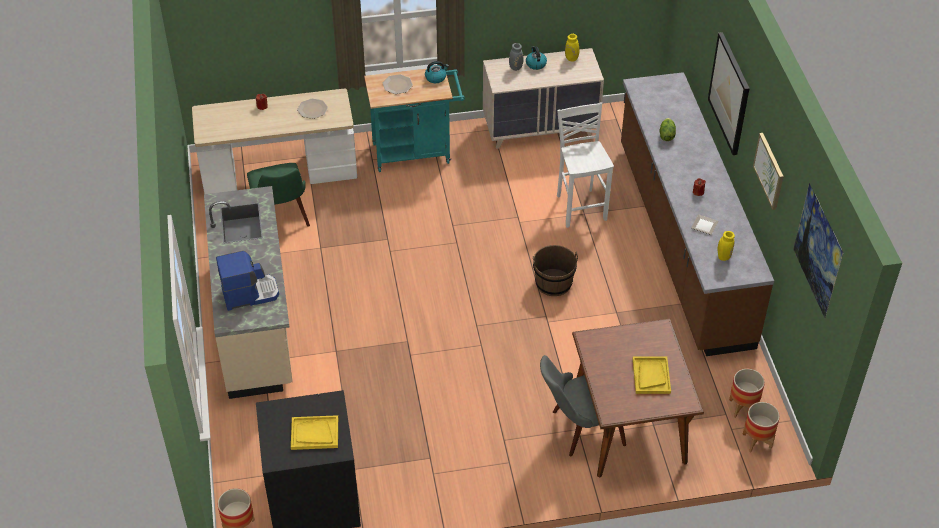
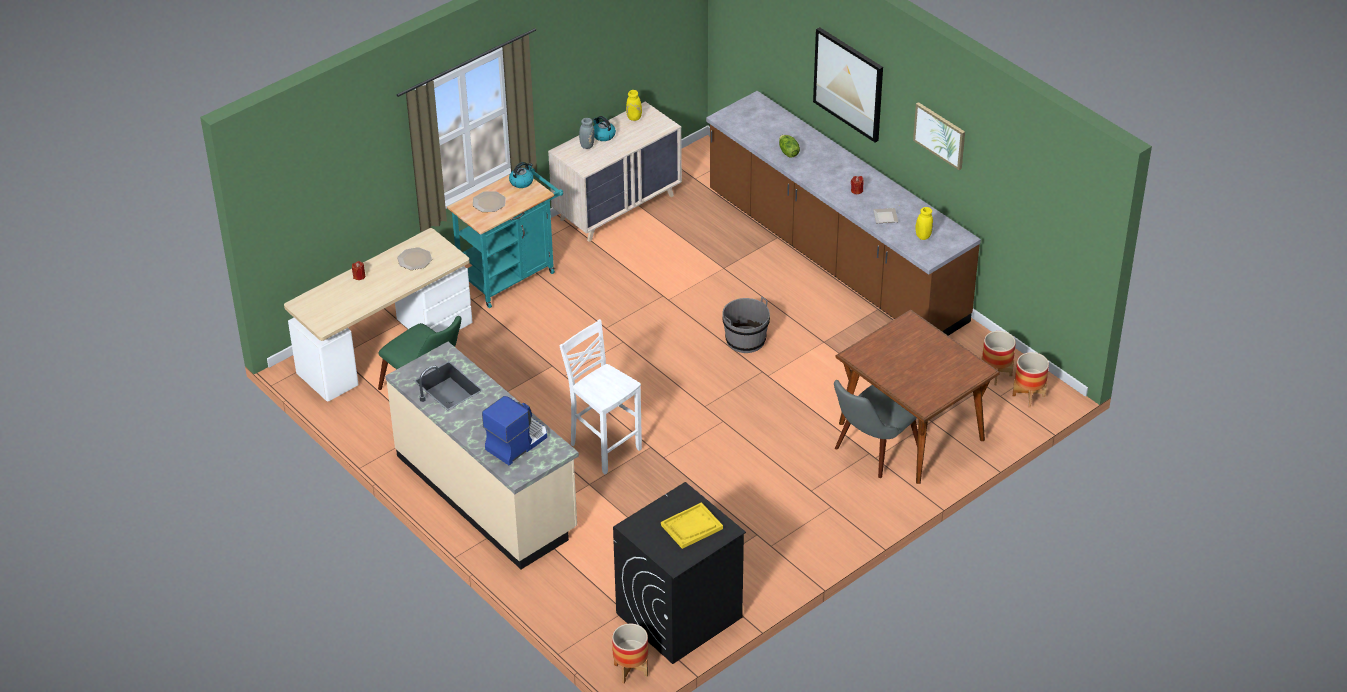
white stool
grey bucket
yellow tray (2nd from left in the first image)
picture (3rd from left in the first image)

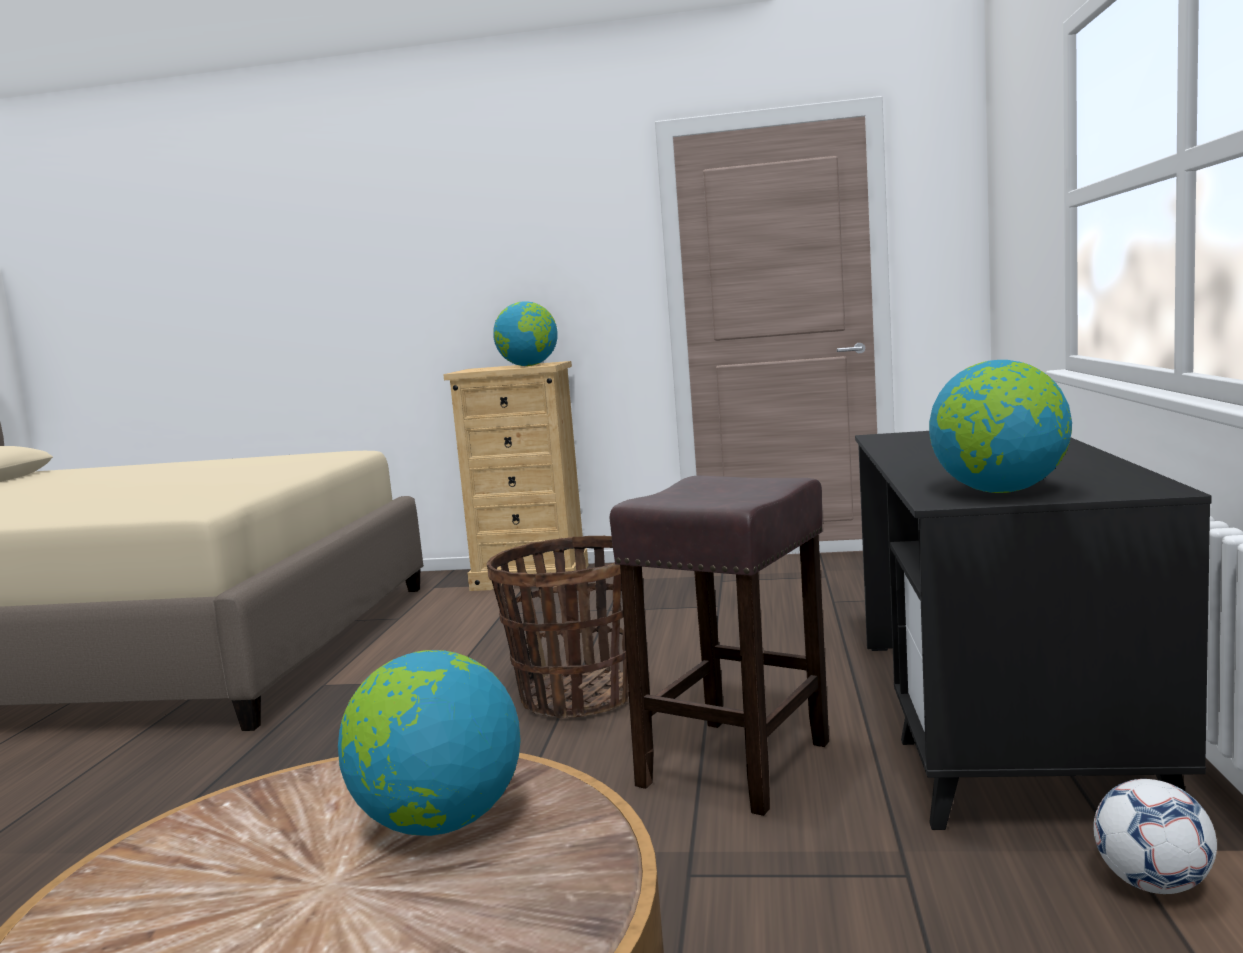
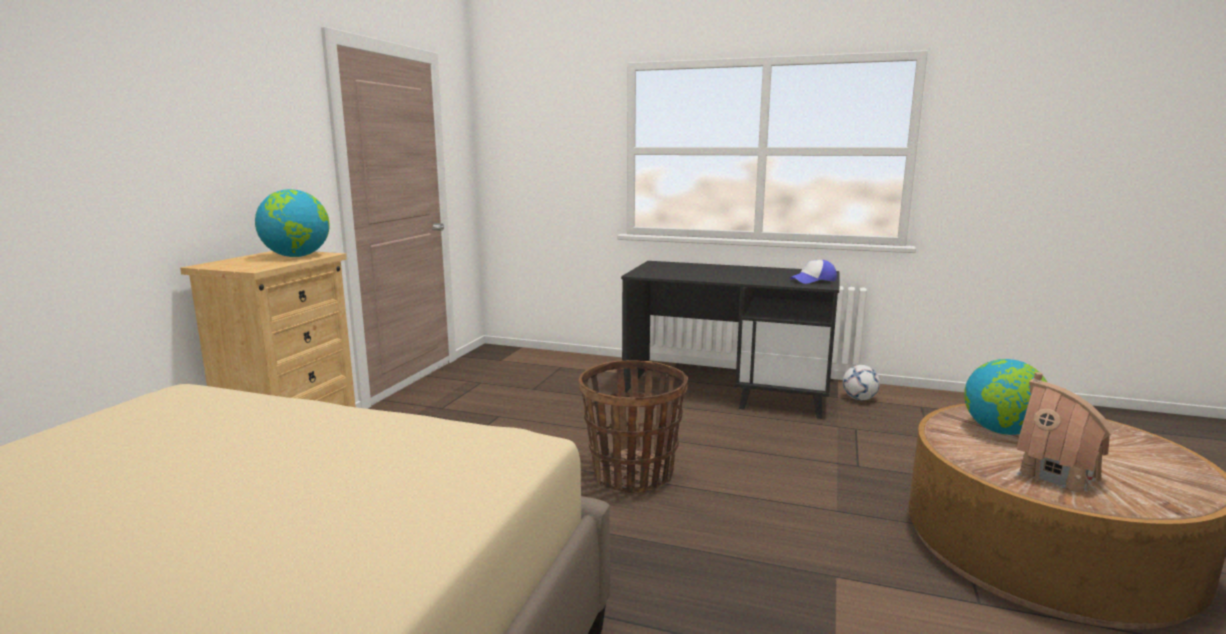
cap
toy house
brown stool

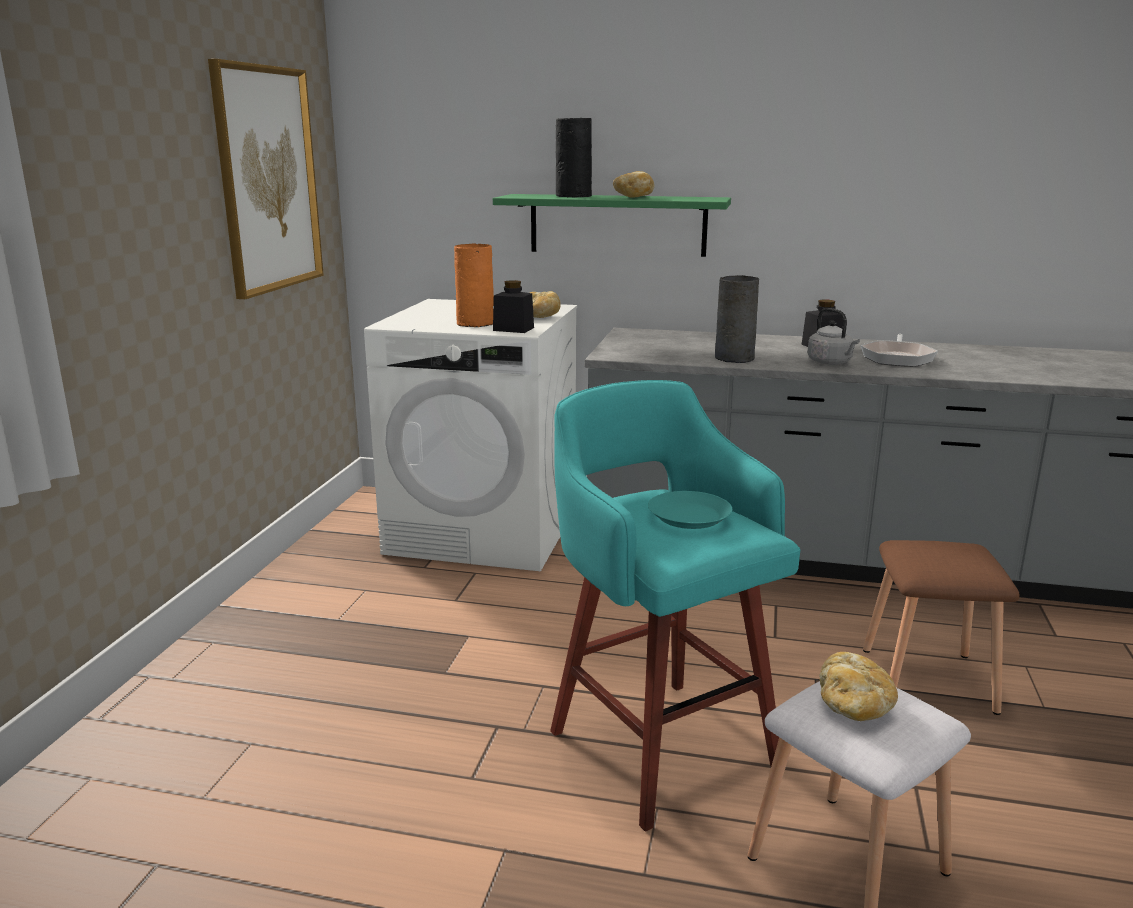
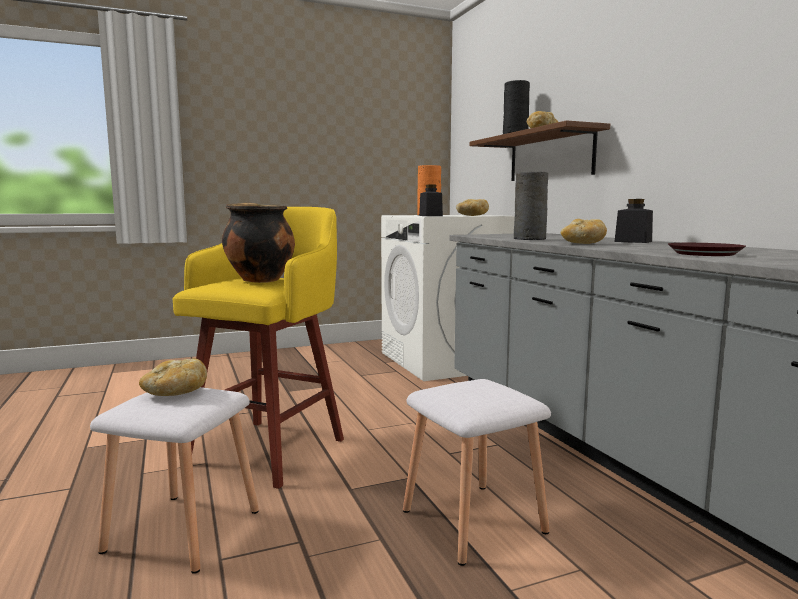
yellow stool
cooking pot
white stool (2nd from left)
brown shelf
bread (4th from left)
brown plate
picture
frying pan

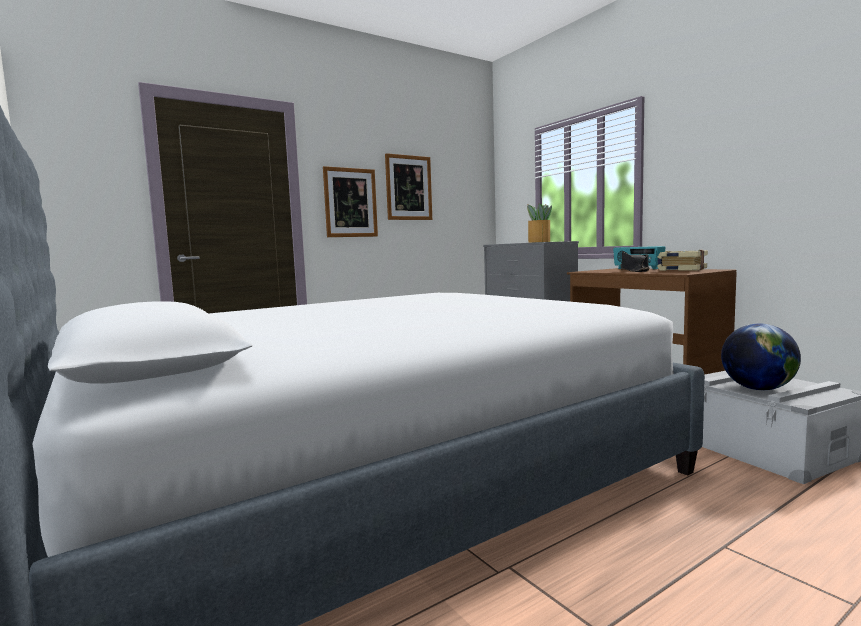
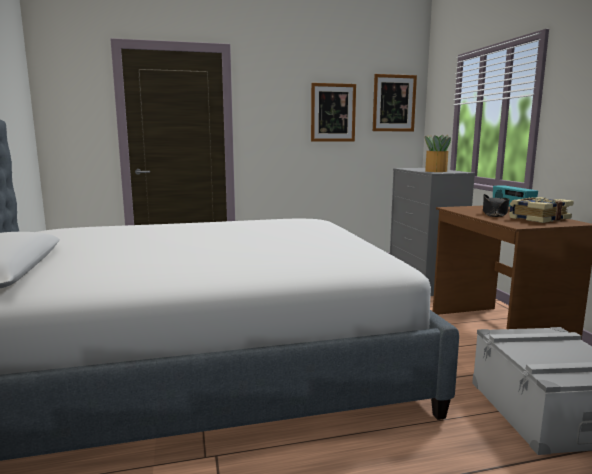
picture (2nd from left)
globe

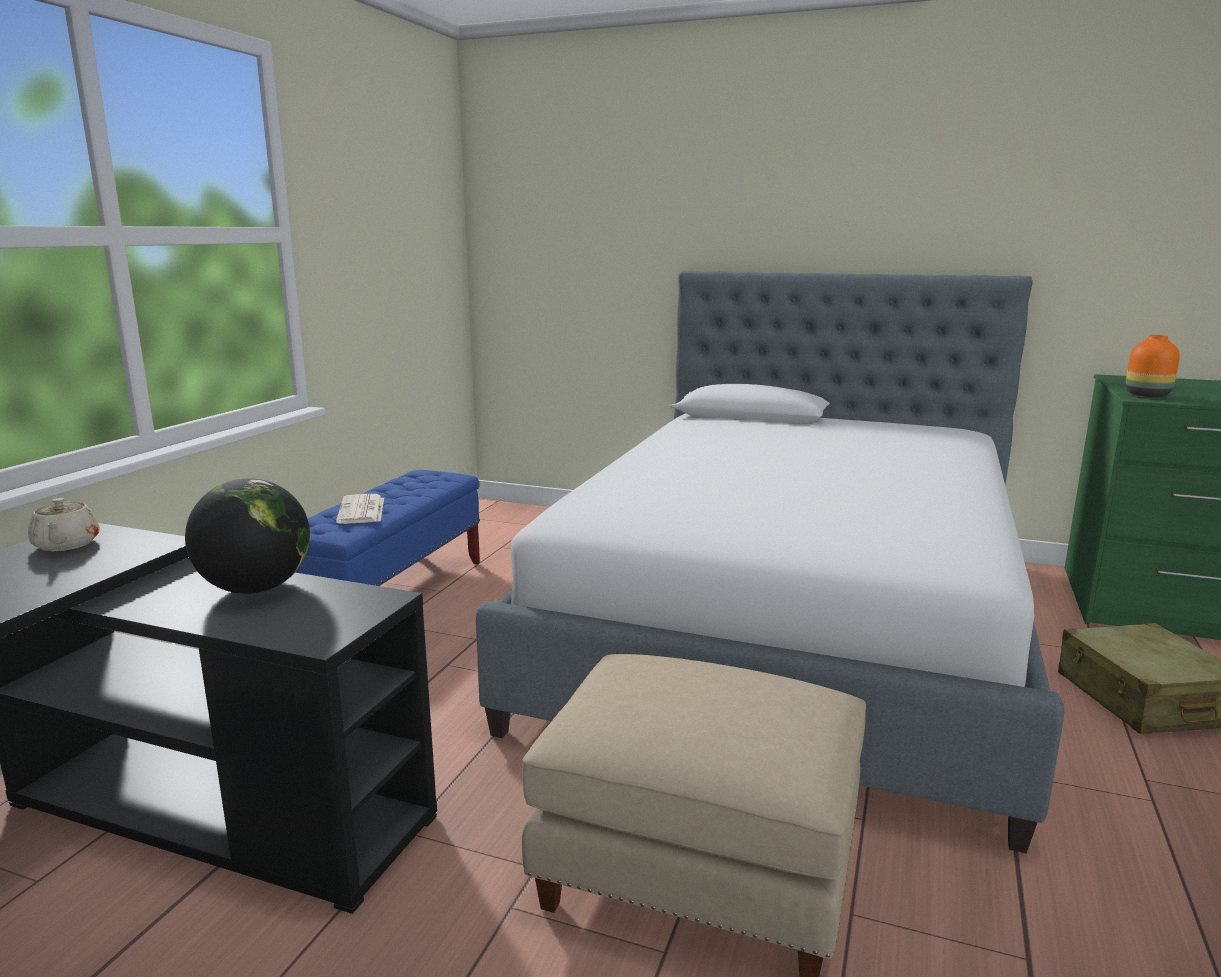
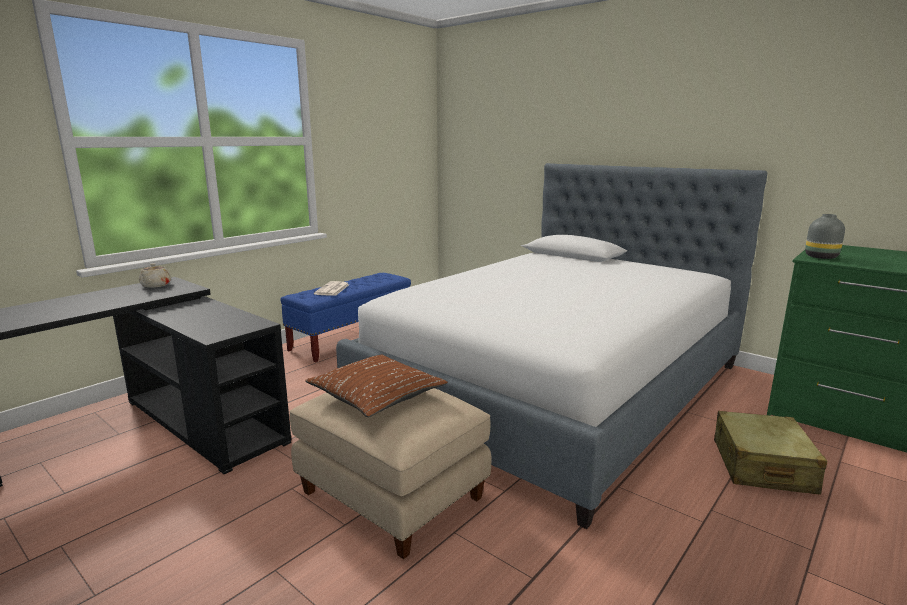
brown pillow
grey vase
globe

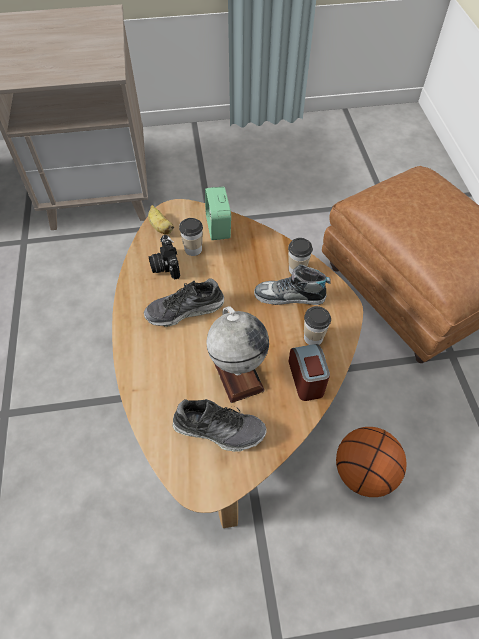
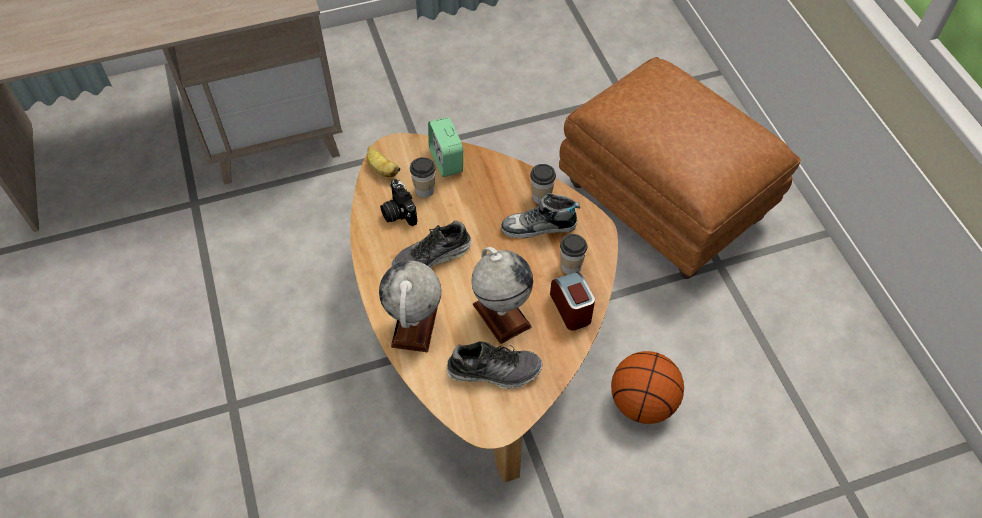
globe (1st from left)

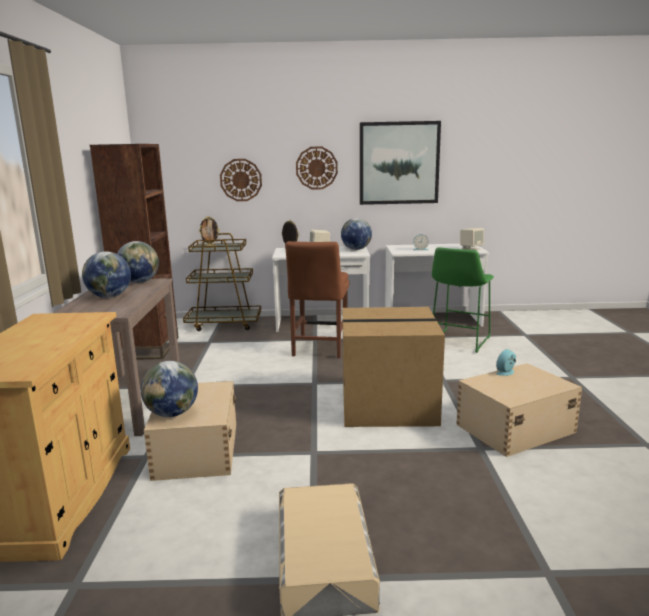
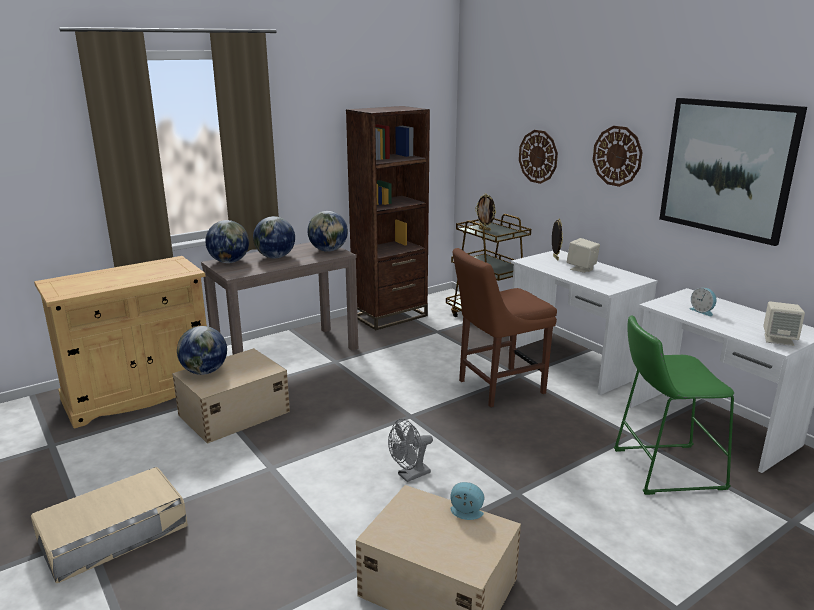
globe (2nd from left)
grey fan

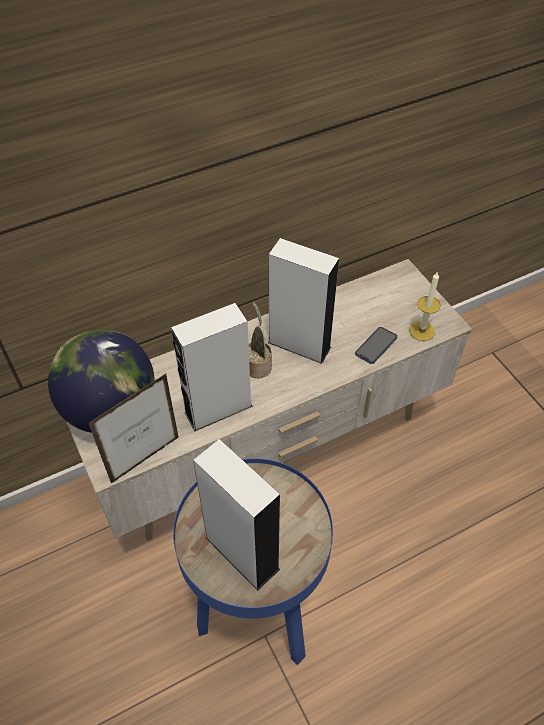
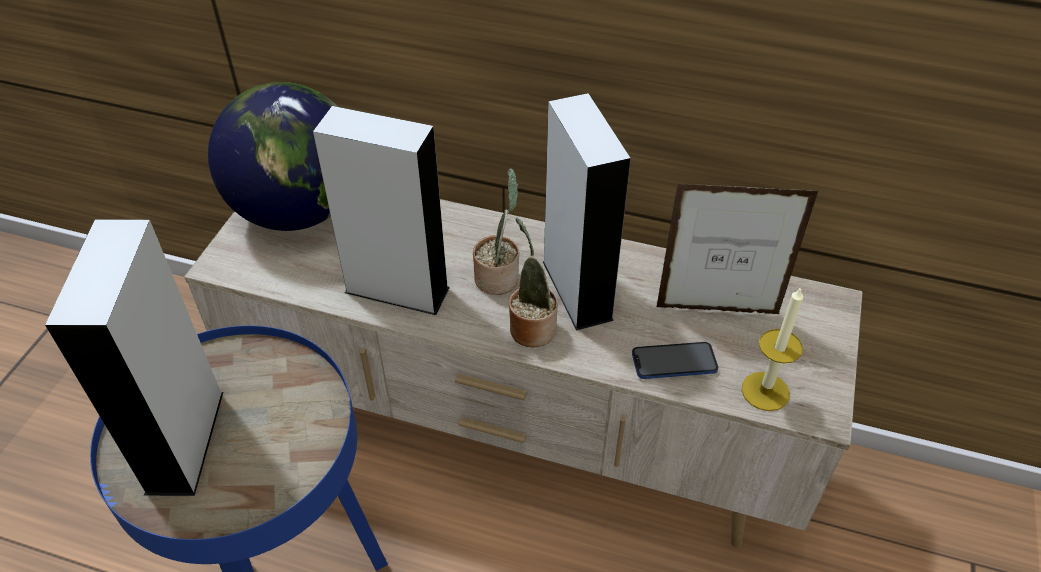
potted plant (2nd from left)
picture frame

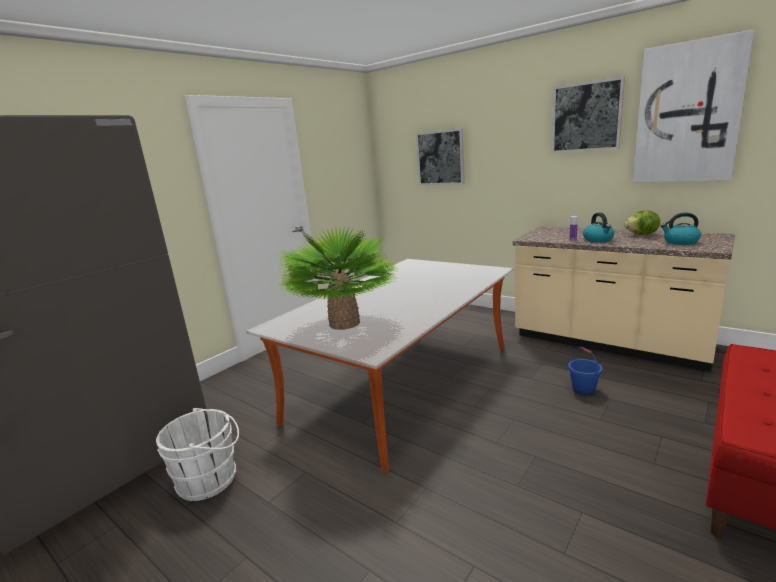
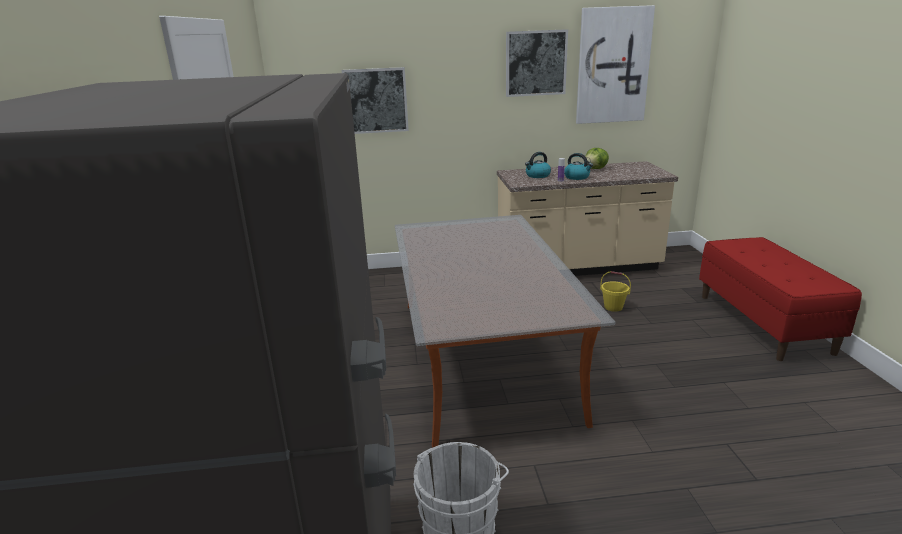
kettle (1st from left)
yellow bucket
potted plant

